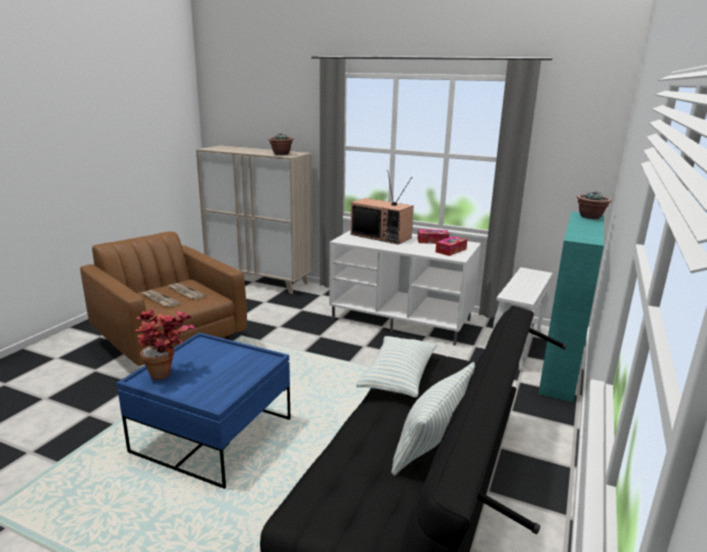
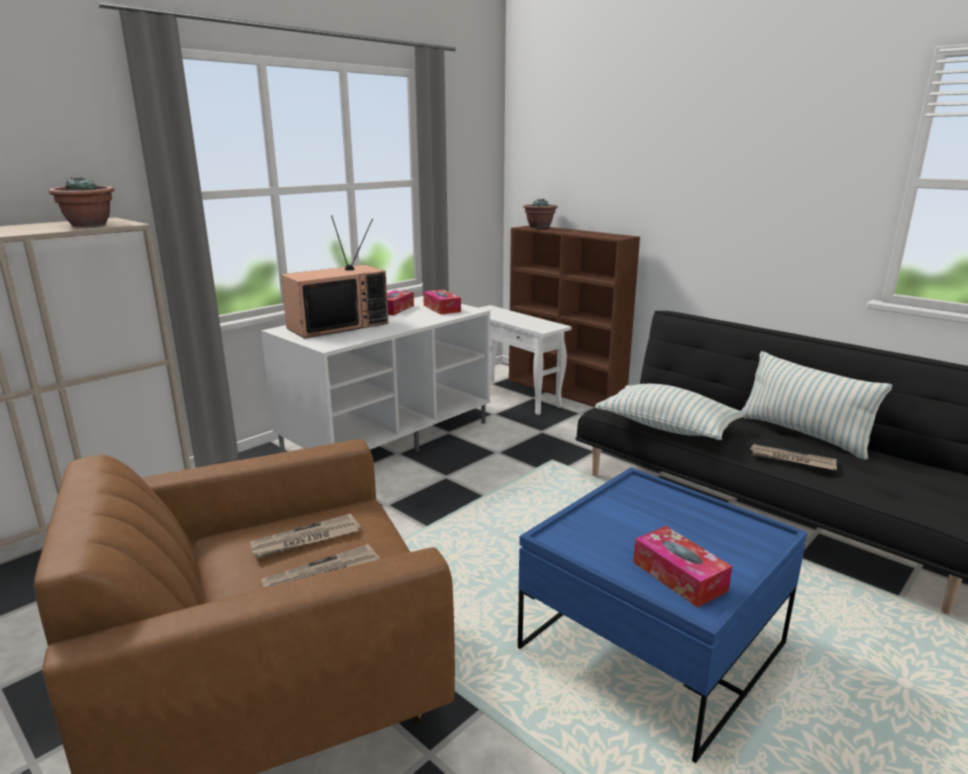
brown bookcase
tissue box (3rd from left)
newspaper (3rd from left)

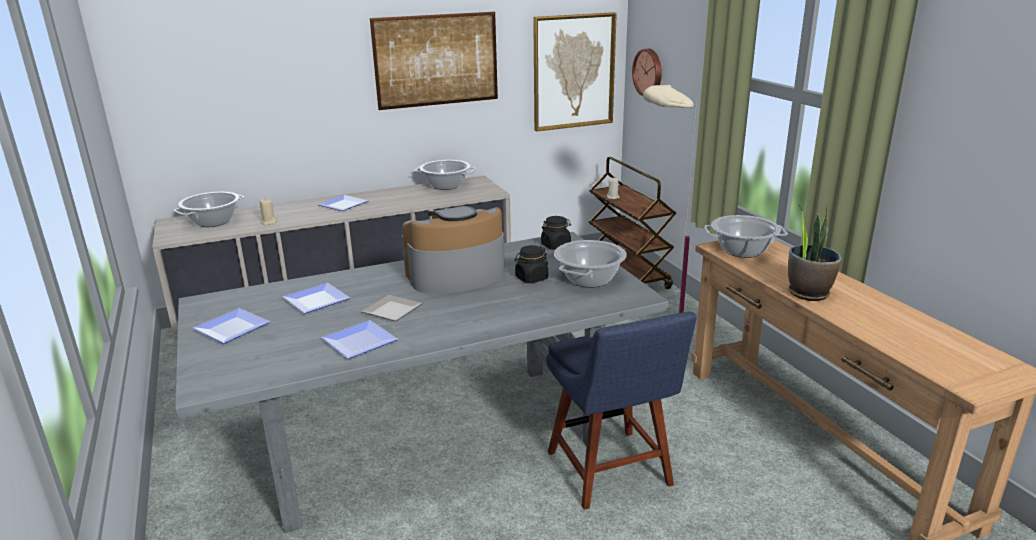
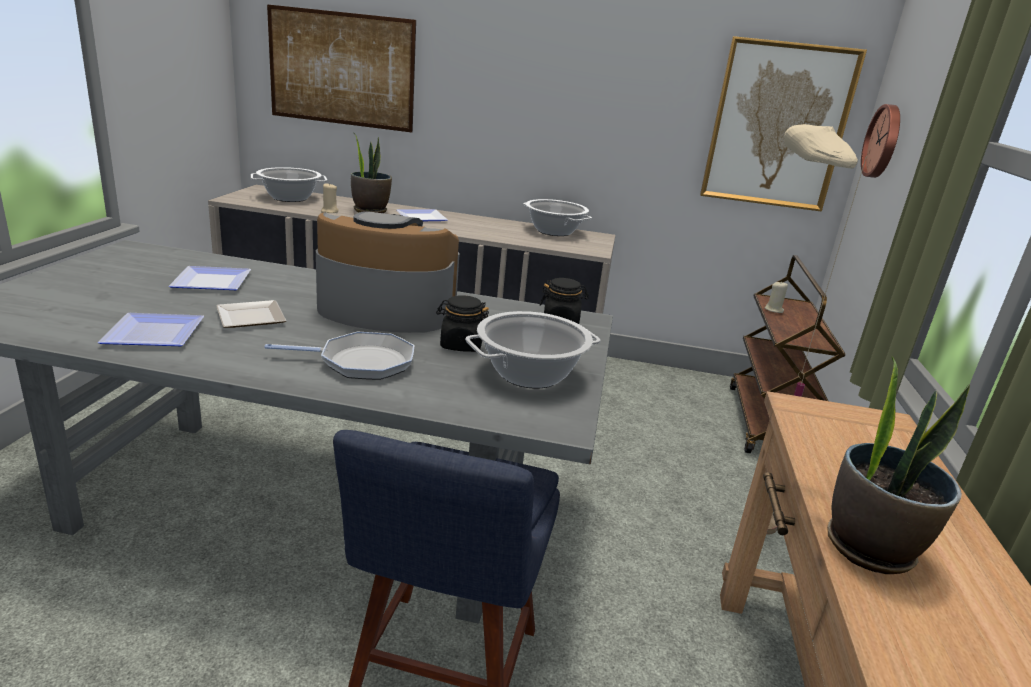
frying pan
picture (1st from left)
potted plant (1st from left)
plate (1st from left in the first image)
cooking pot (4th from left in the first image)

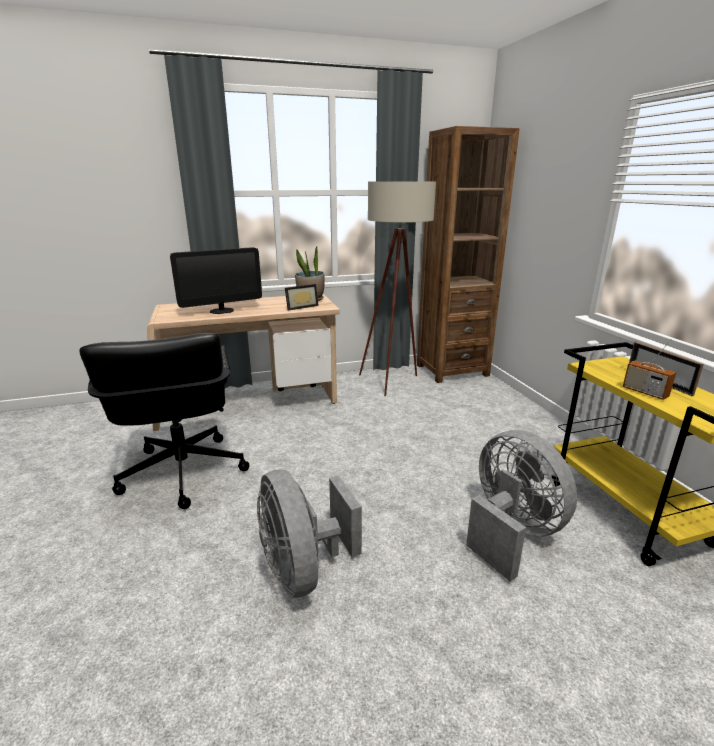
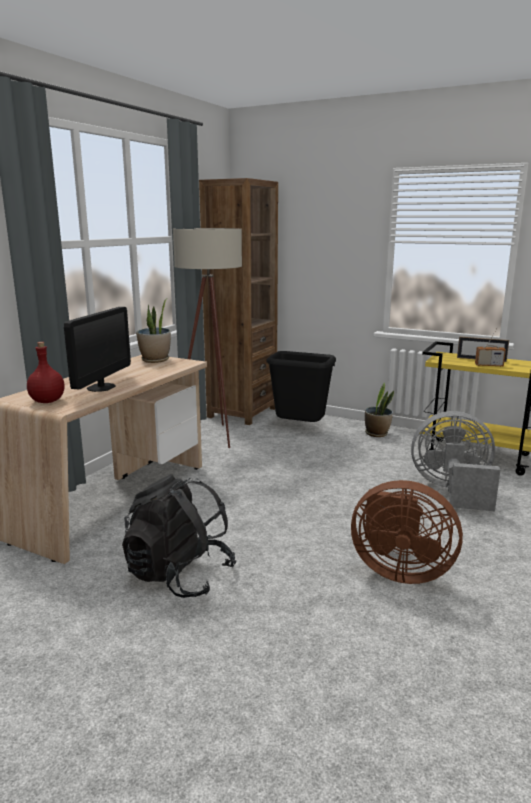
red bottle
black backpack
black trash can
brown fan
potted plant (2nd from left)
picture frame (1st from left in the first image)

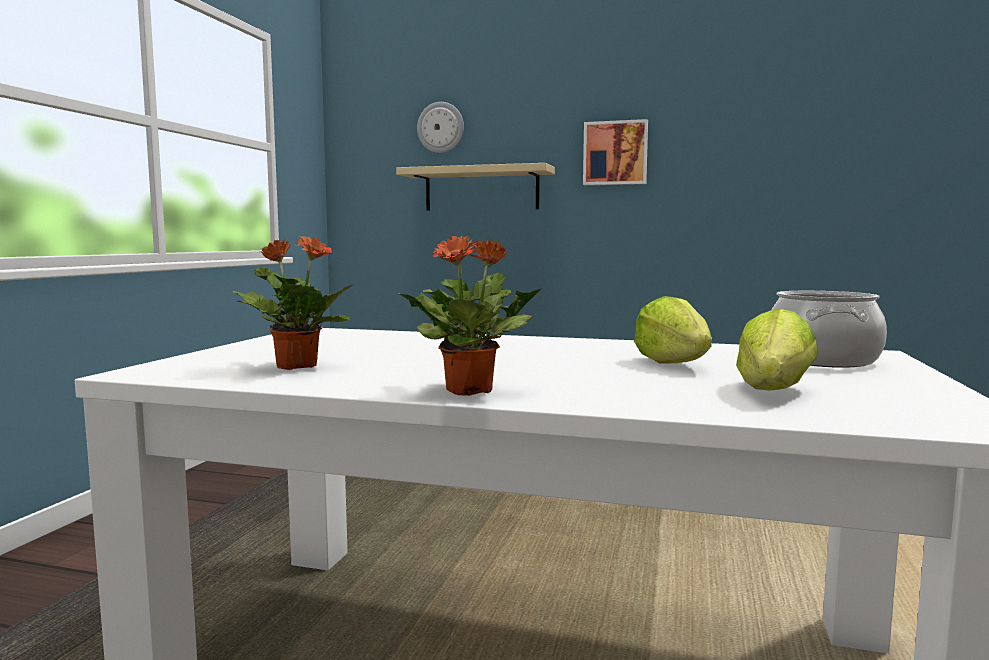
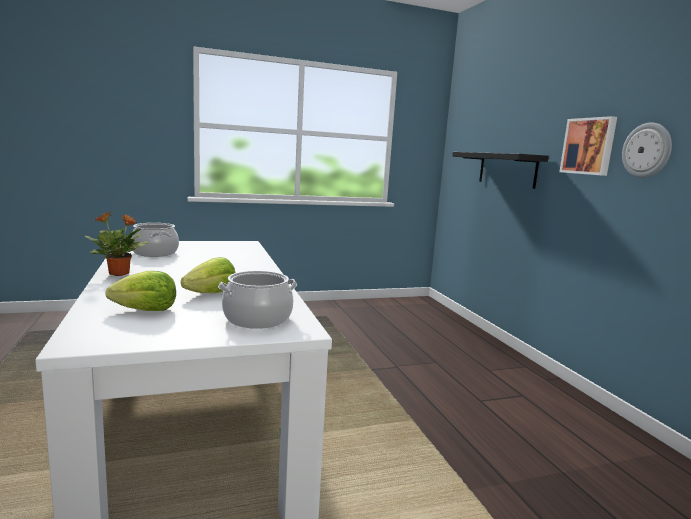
cooking pot (1st from left)
black shelf
wall clock

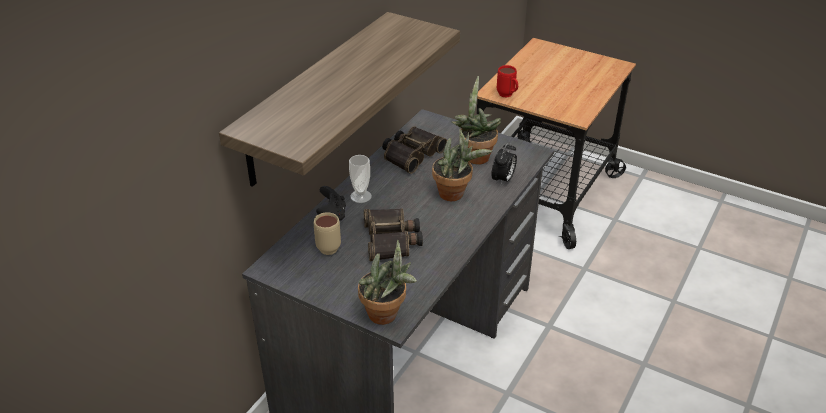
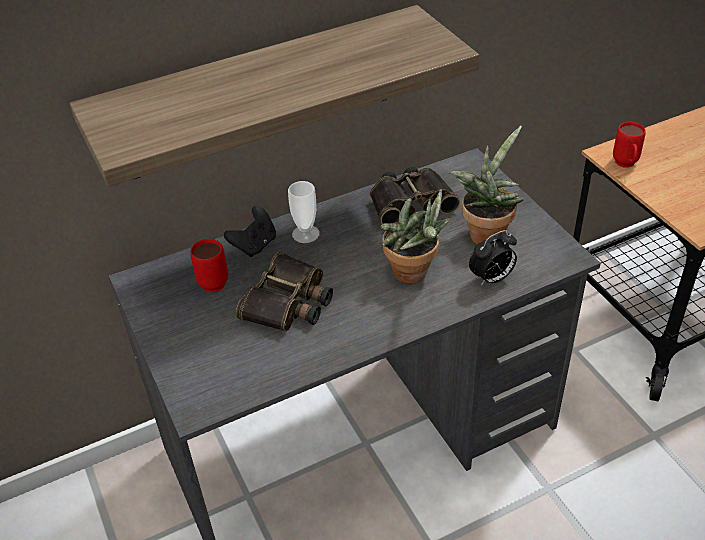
red mug (1st from left)
potted plant (1st from left in the first image)

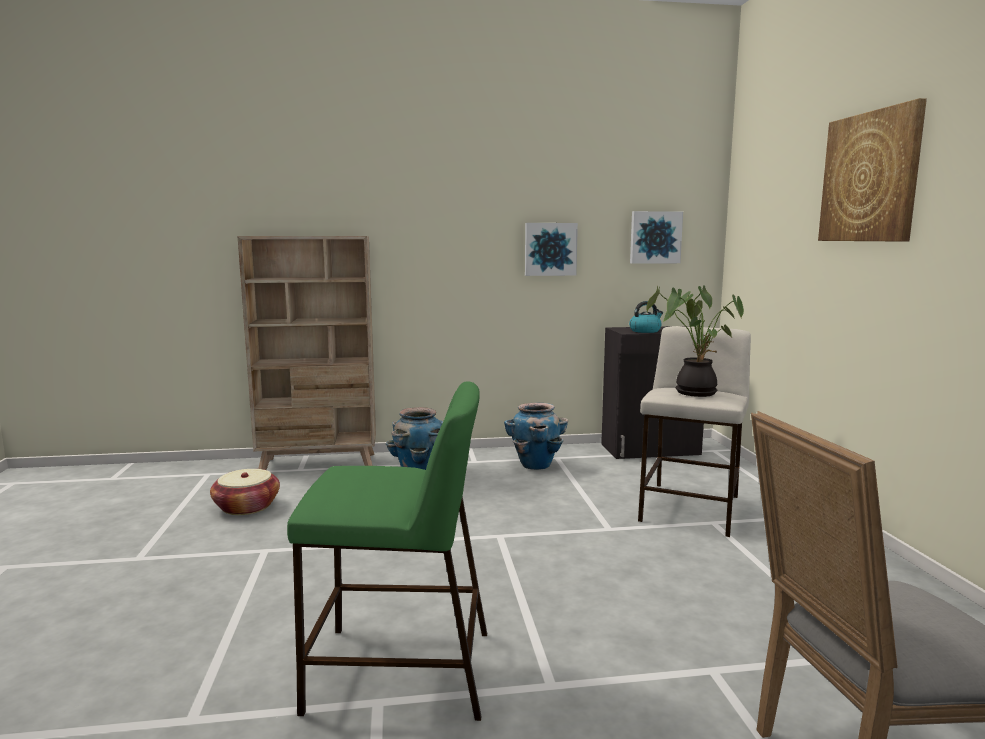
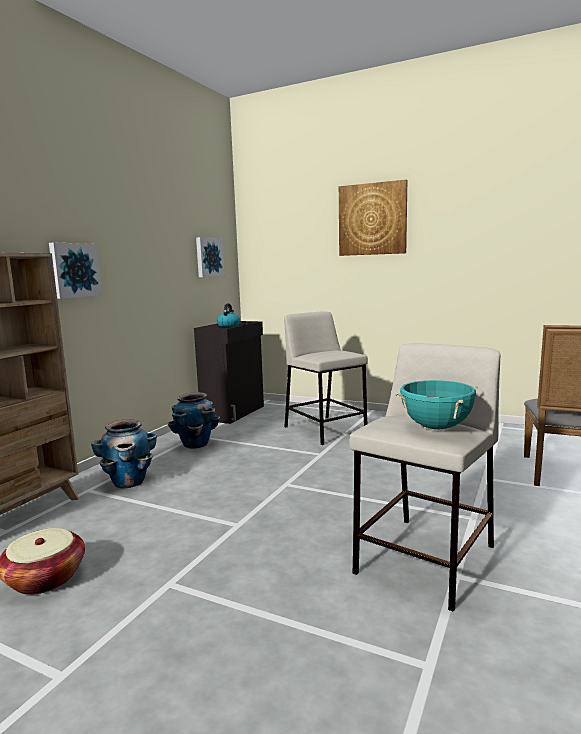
picture (1st from left)
beige stool (2nd from left)
turquoise cooking pot
potted plant

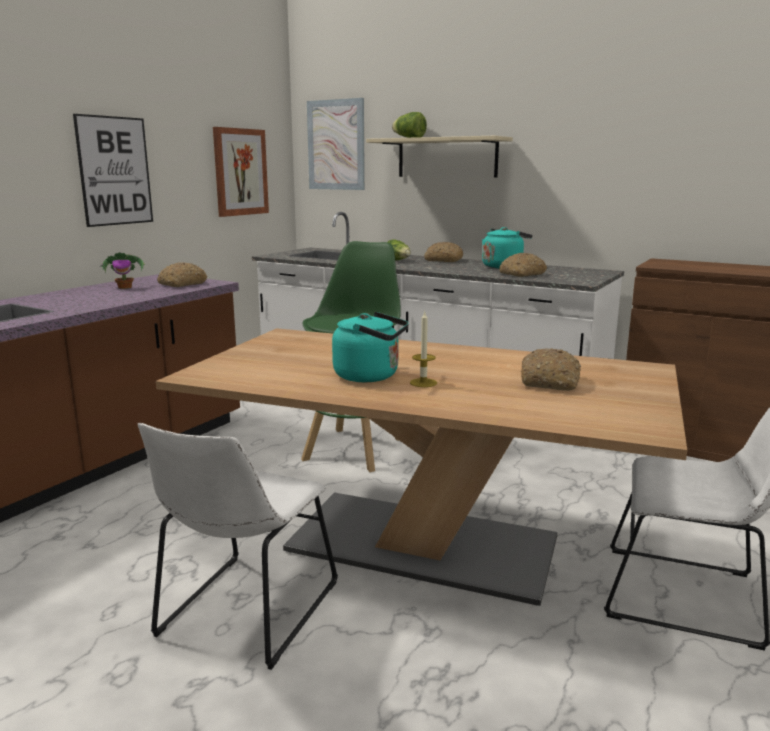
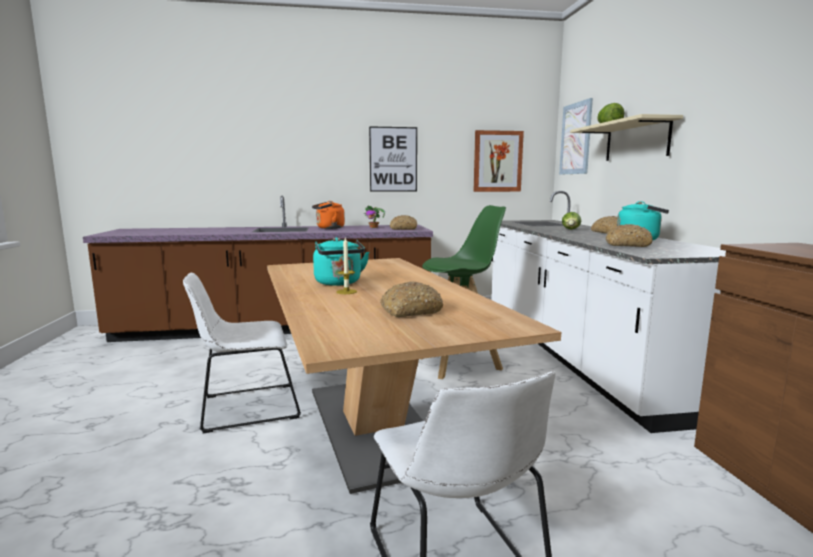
orange kettle

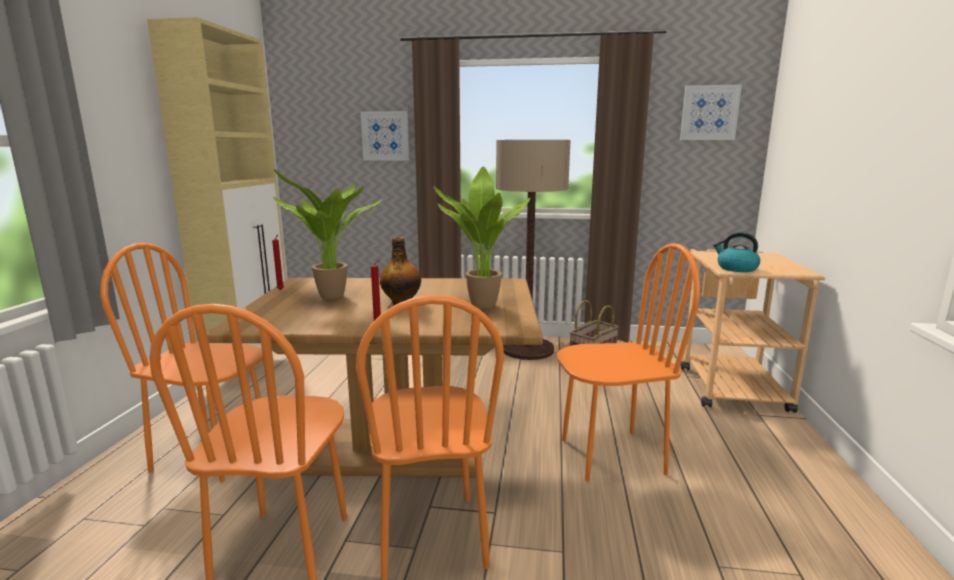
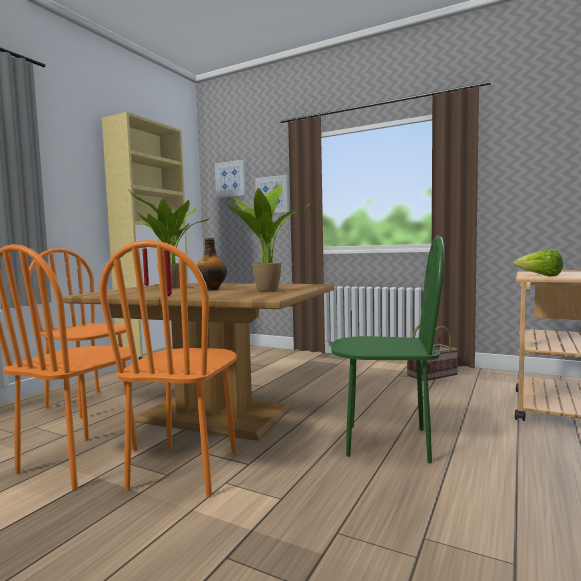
picture (1st from left)
green chair
lettuce
floor lamp

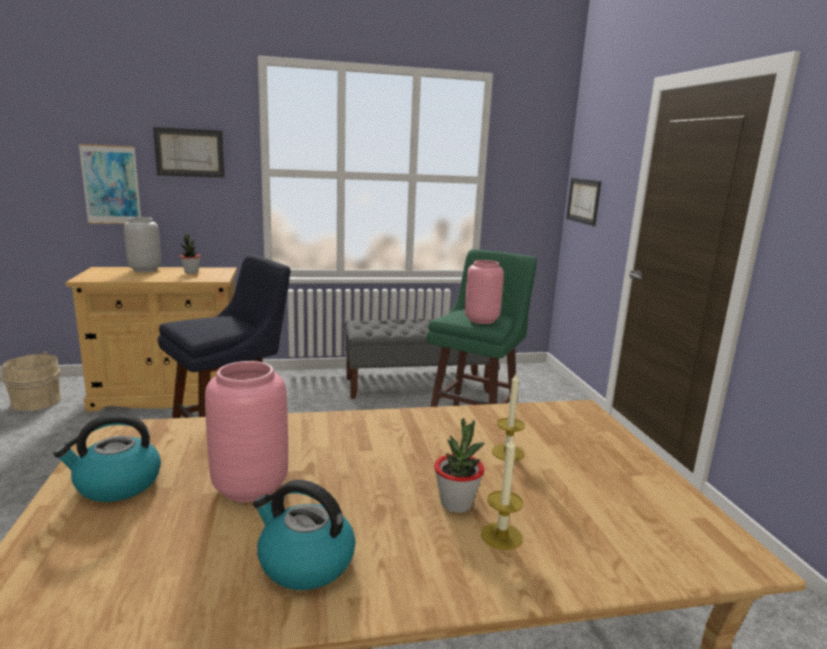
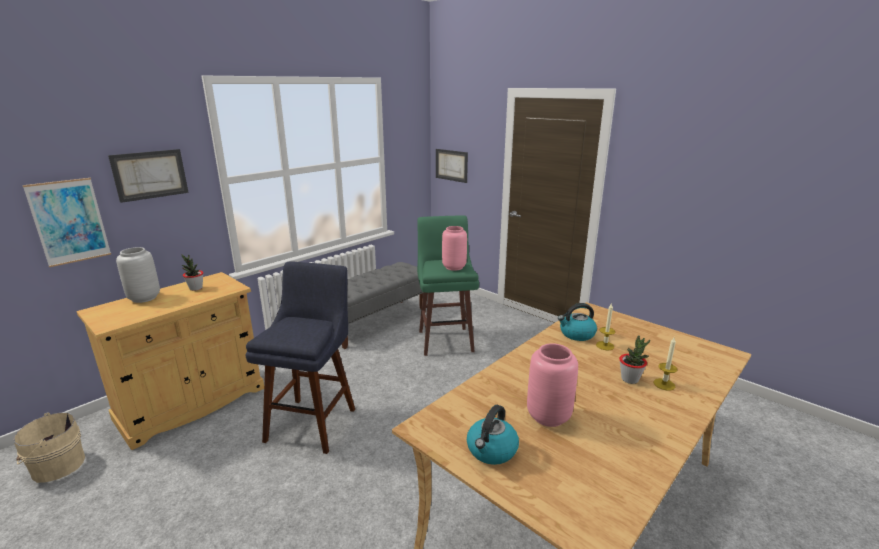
kettle (2nd from left)

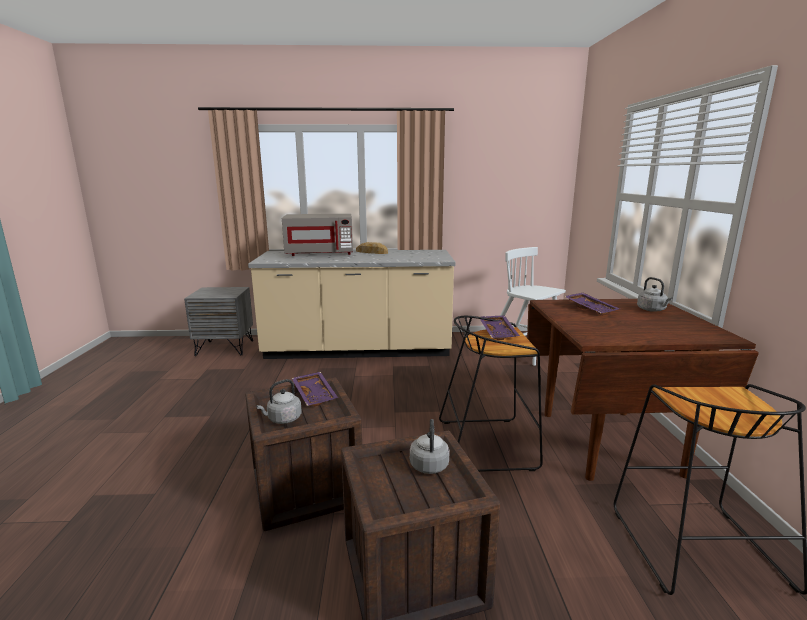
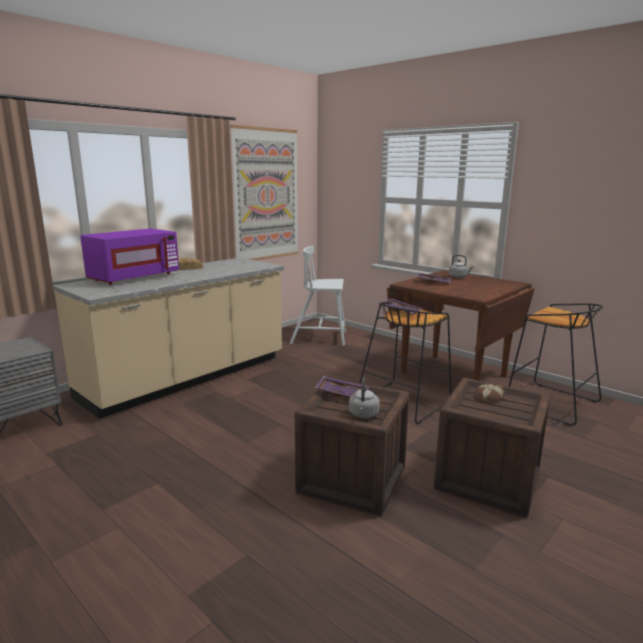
purple microwave
picture
bread (2nd from left)

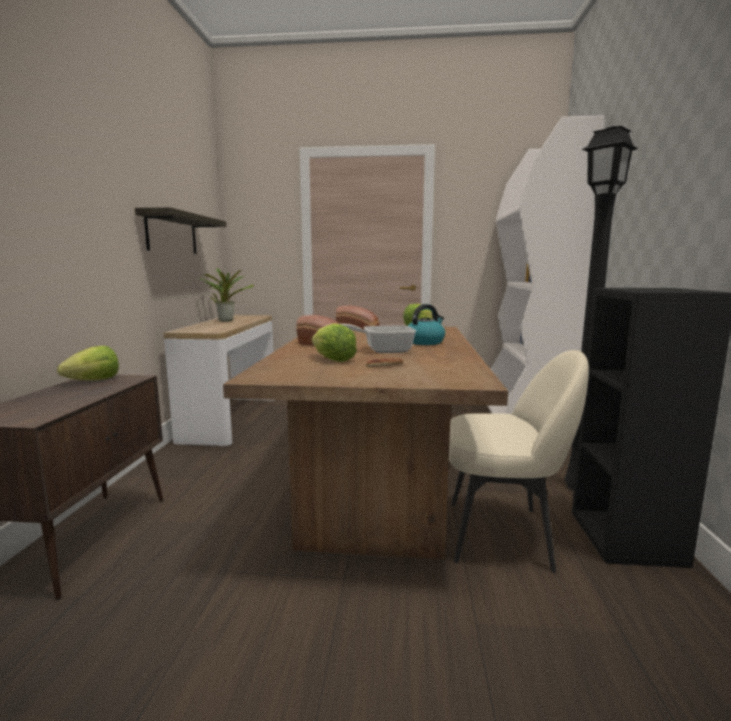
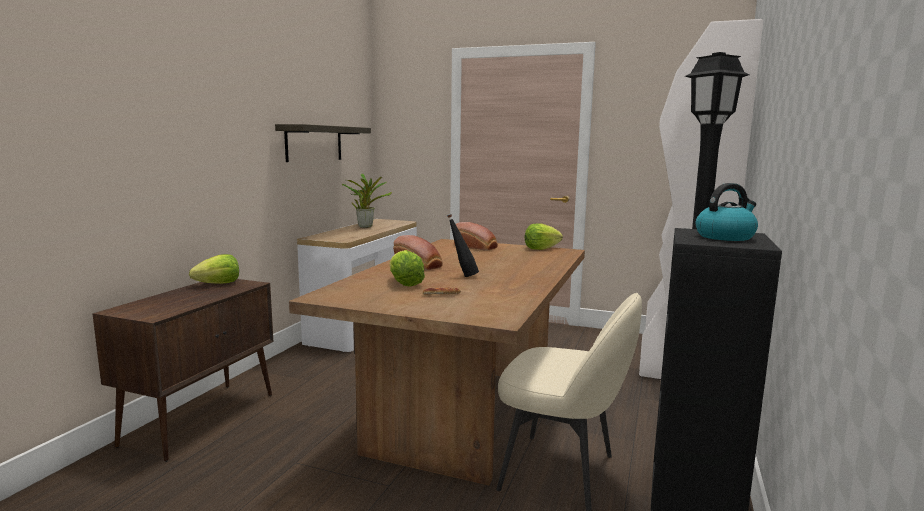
black bottle
kettle

